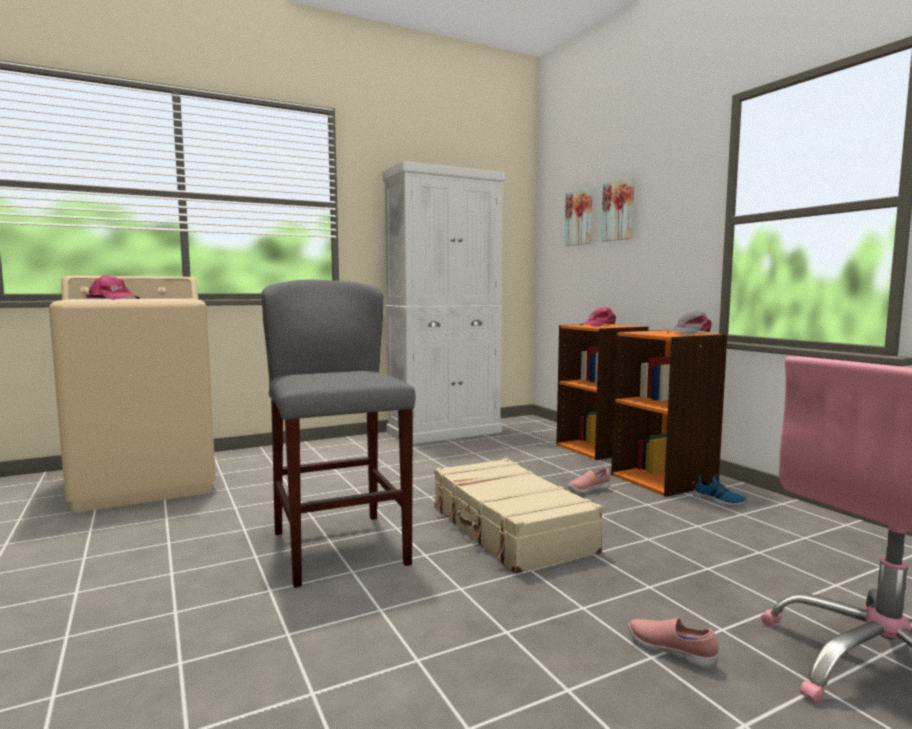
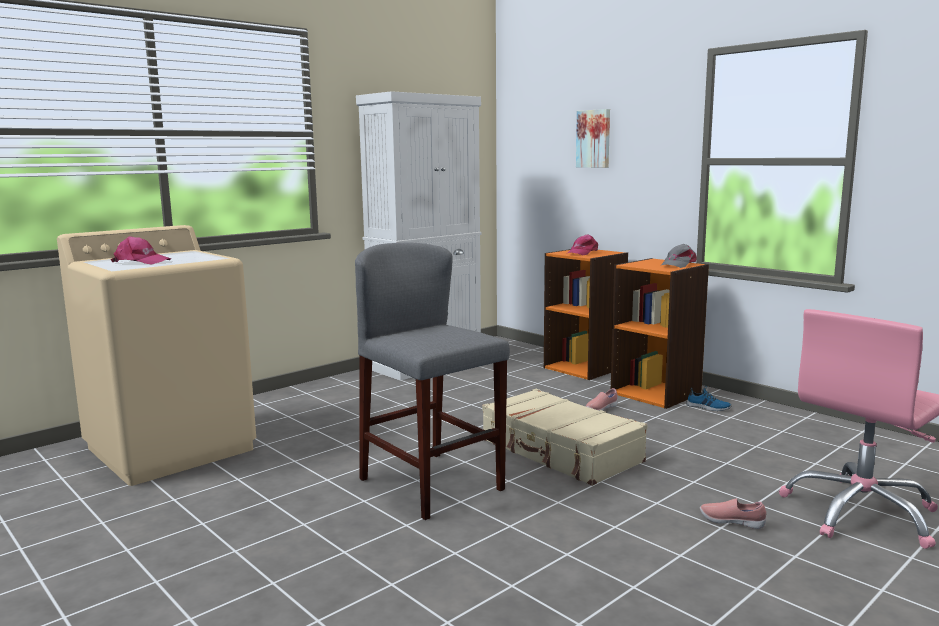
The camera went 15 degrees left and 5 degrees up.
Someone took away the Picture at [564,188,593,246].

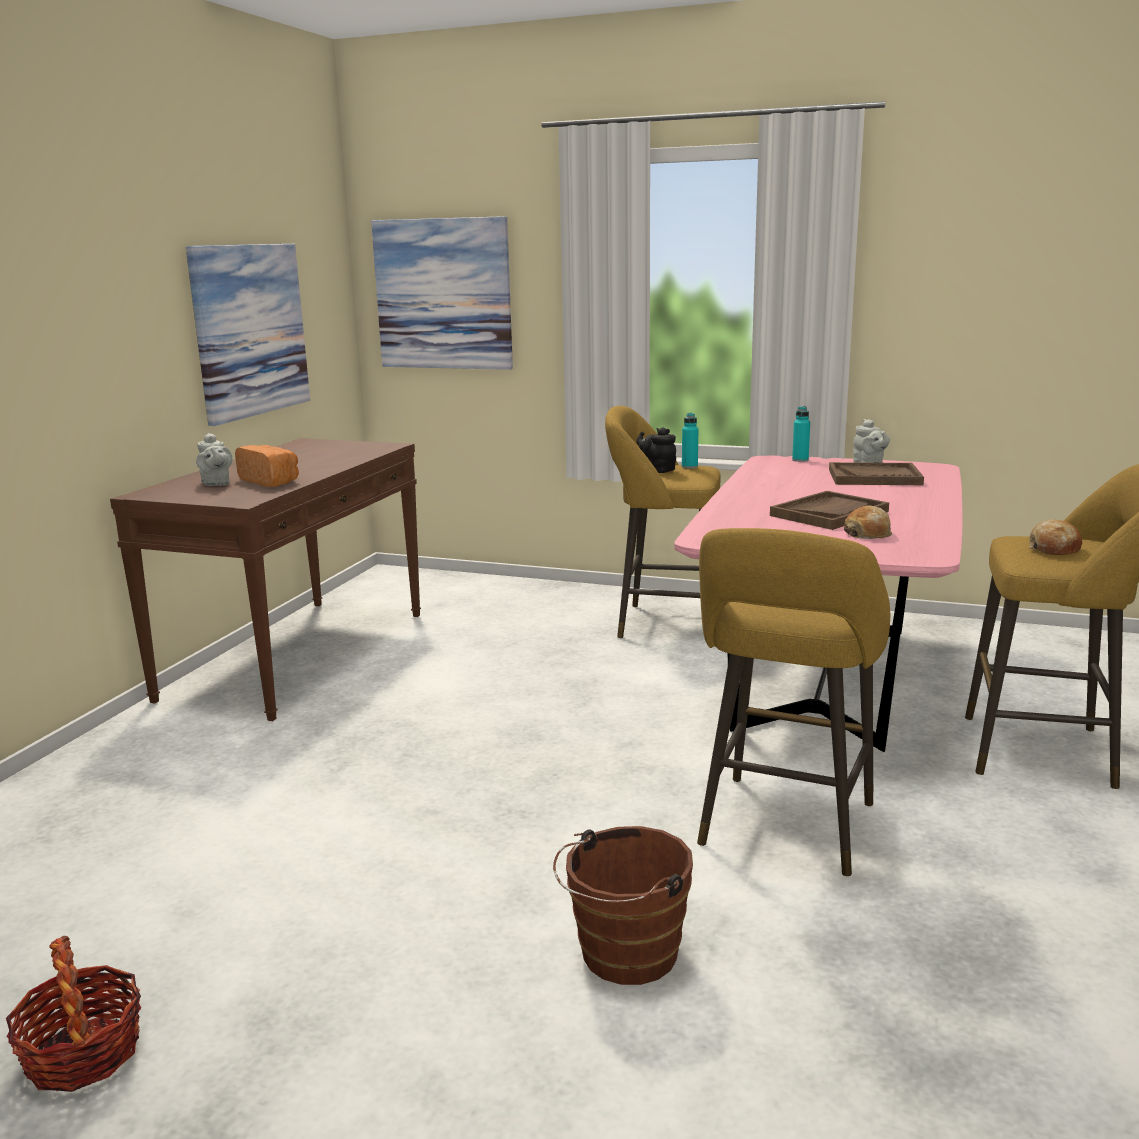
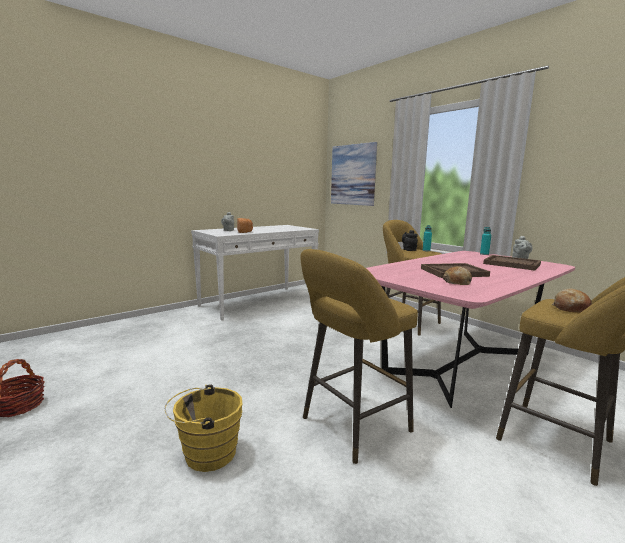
The camera went 30 degrees right and 5 degrees down.
Someone took away the Picture at [186,244,310,426].
Someone repainted the BrownConsoleTable at [110,438,421,721], which became the WhiteConsoleTable at [191,225,319,321].
Someone repainted the BrownBucket at [553,826,693,985], which became the YellowBucket at [165,385,243,472].

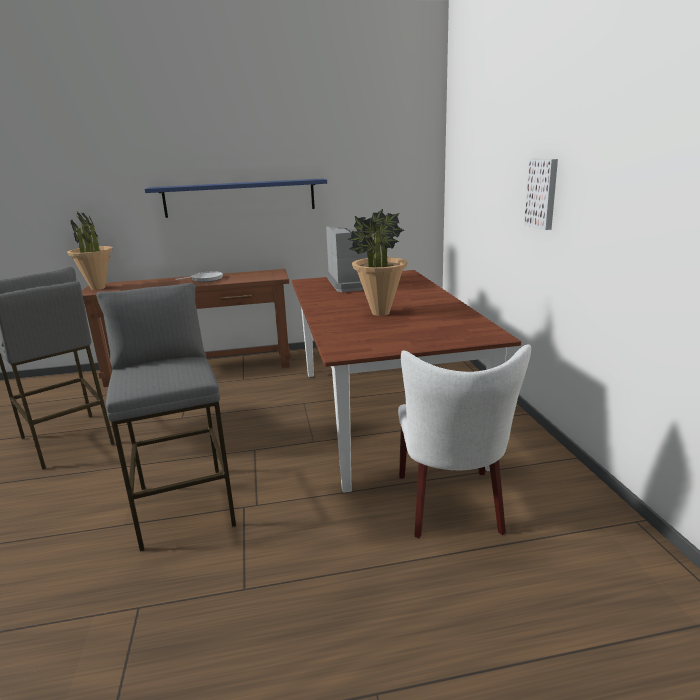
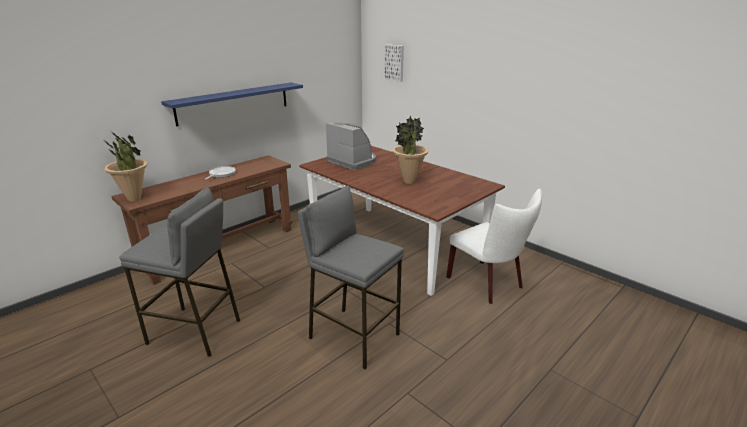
The camera went 35 degrees left and 5 degrees up.
Someone carried the Picture from [524,159,558,230] to [384,44,404,82].

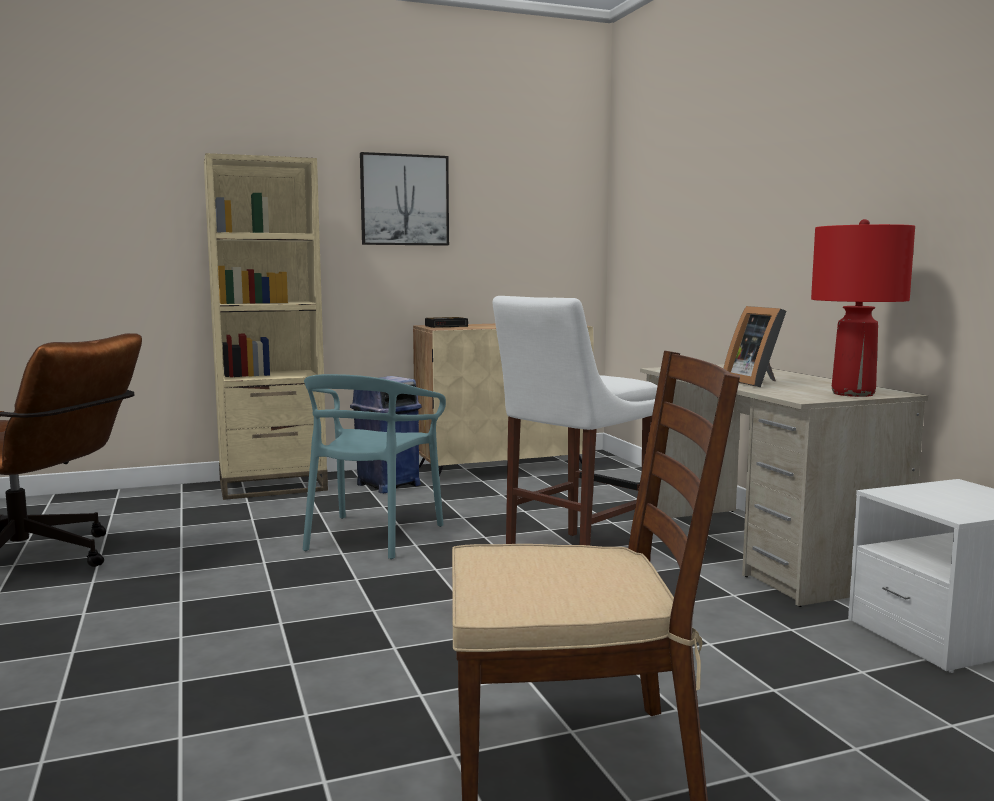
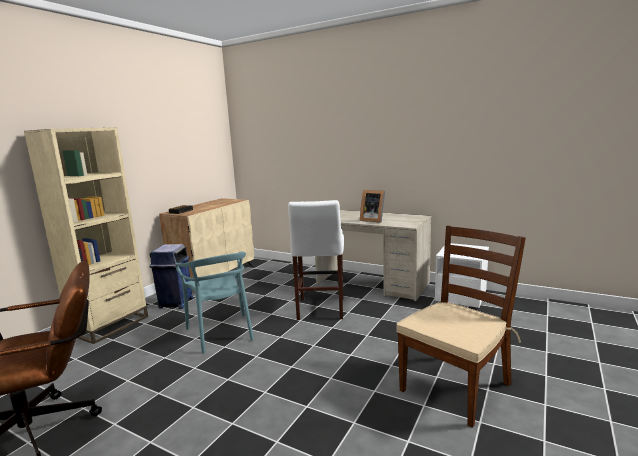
The camera went 40 degrees left and 5 degrees up.
Someone took away the Picture at [360,152,449,245].
Someone took away the RedTableLamp at [811,219,915,397].

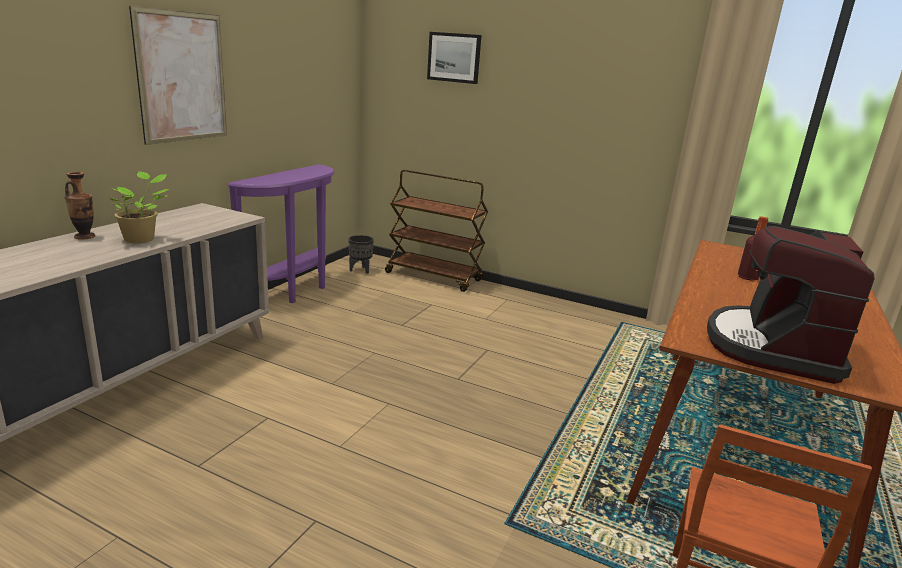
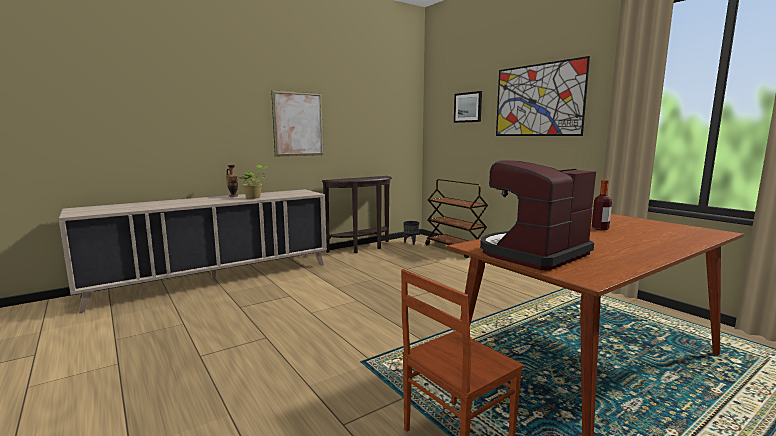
The camera went 30 degrees right and 10 degrees down.
Someone repainted the PurpleConsoleTable at [227,164,335,303], which became the BrownConsoleTable at [322,176,392,253].
Someone put up the Picture at [496,56,590,136].

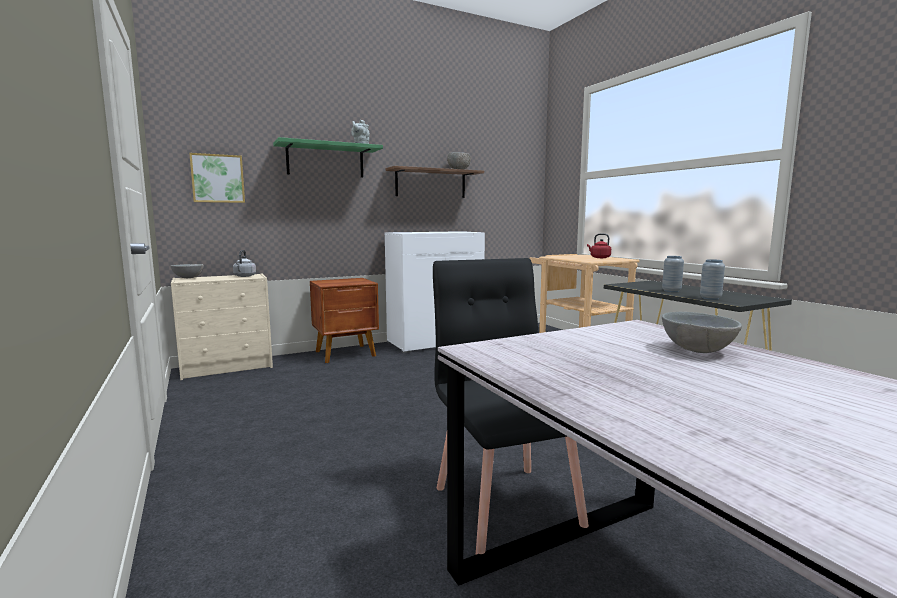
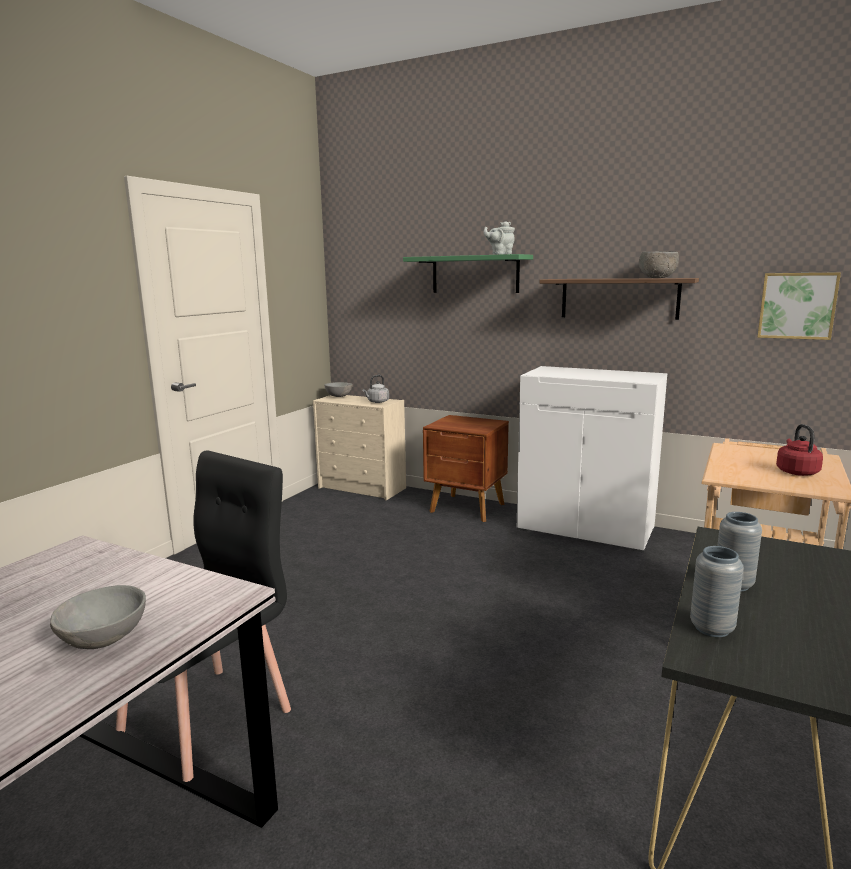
The camera went 55 degrees right and 5 degrees up.
Someone carried the Picture from [189,153,245,203] to [757,273,841,340].

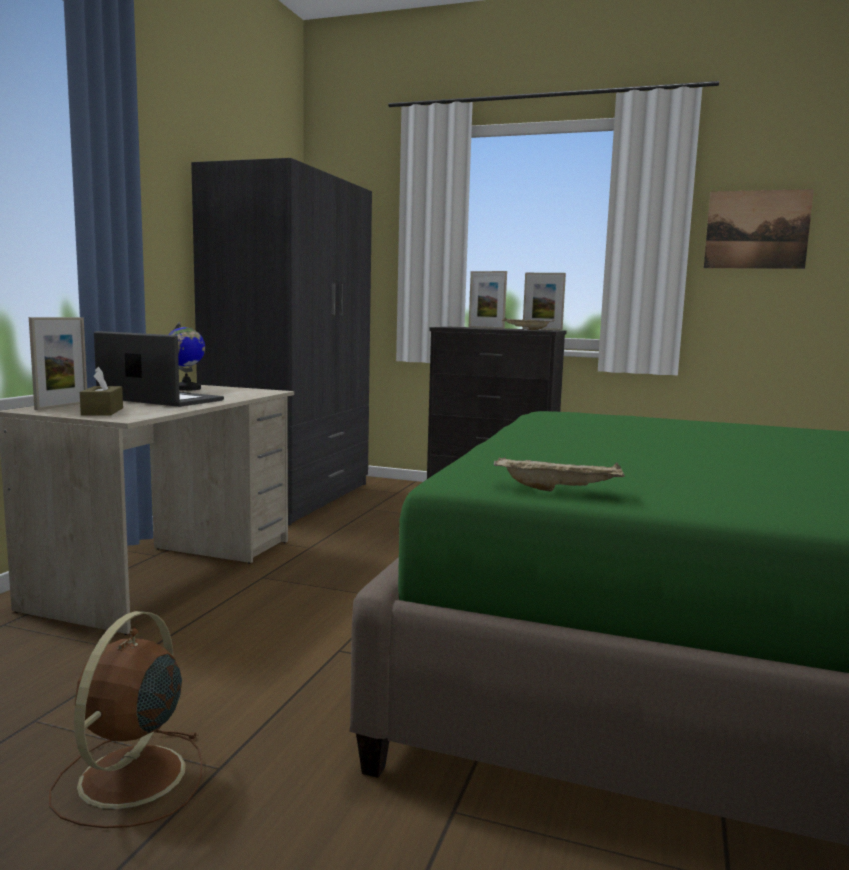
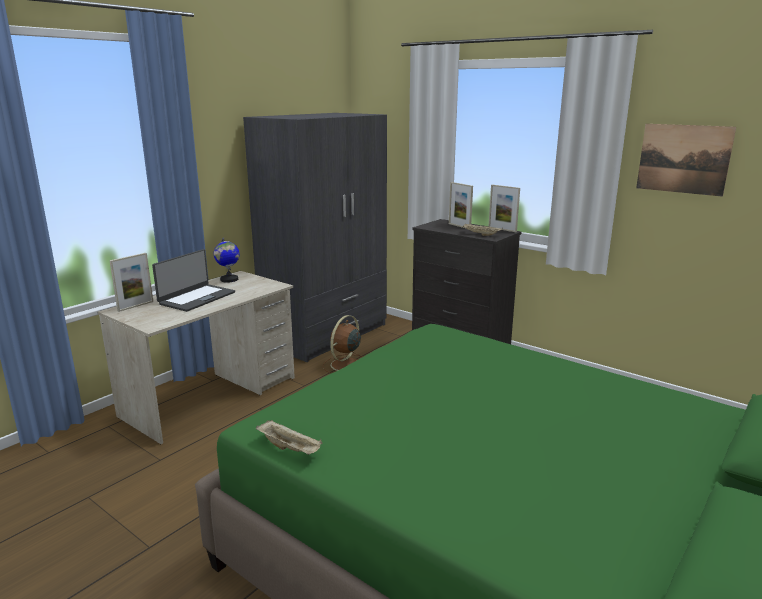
The camera went 20 degrees right and 10 degrees up.
Someone rotated the Laptop at [94,331,224,407] by 75 degrees clockwise.
Someone took away the BrownTissueBox at [80,367,123,416].
Someone carried the BrownFan from [49,611,202,828] to [323,315,363,373].

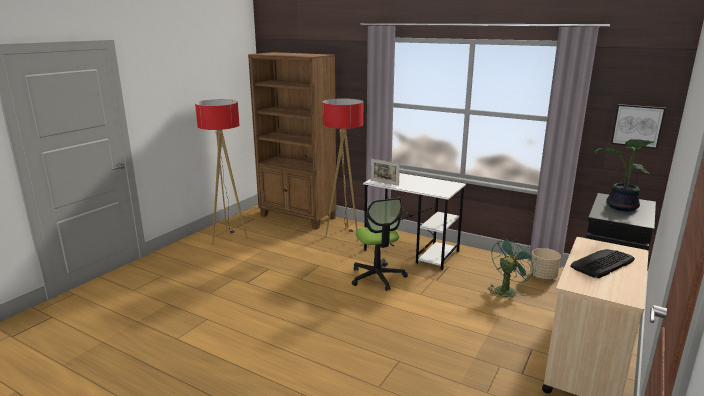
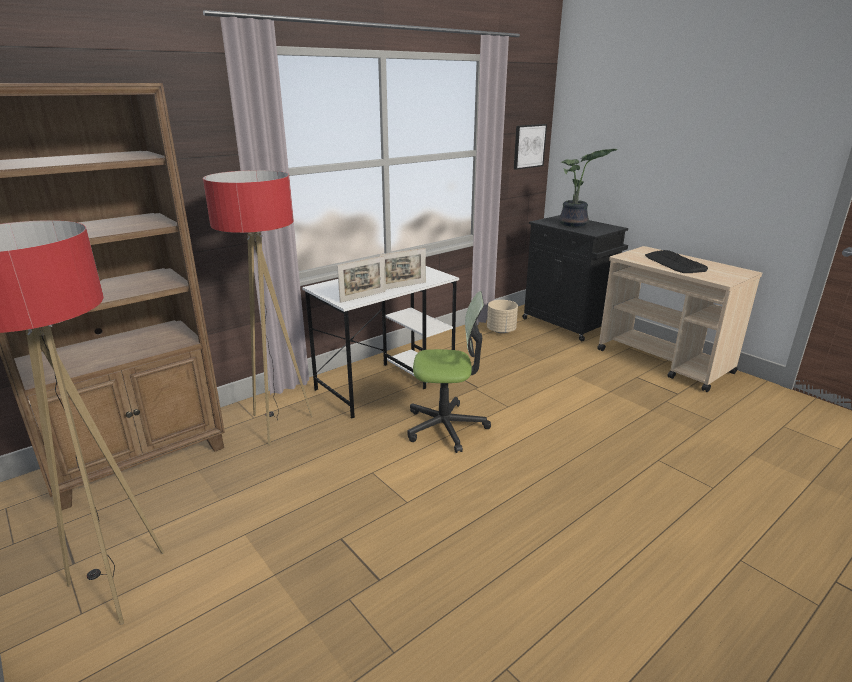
The camera went 70 degrees left and 5 degrees up.
Someone took away the GreenFan at [487,238,536,297].
Someone put down the PictureFrame at [379,248,426,290].

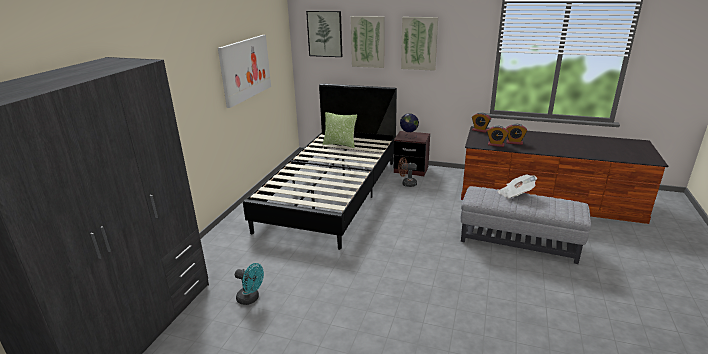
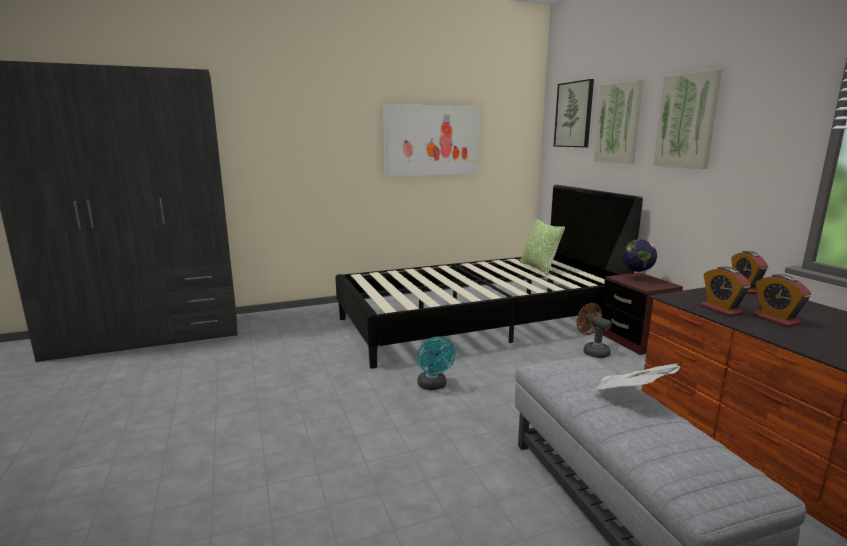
The camera went 50 degrees right and 10 degrees down.
Someone carried the TurquoiseFan from [235,263,264,305] to [417,336,456,390].

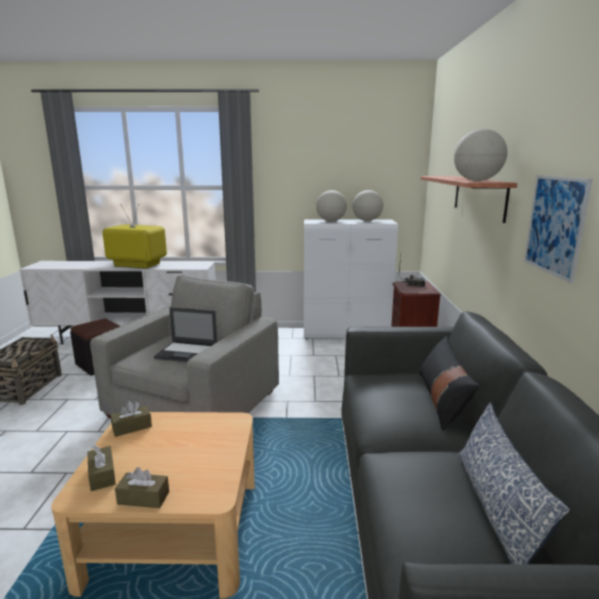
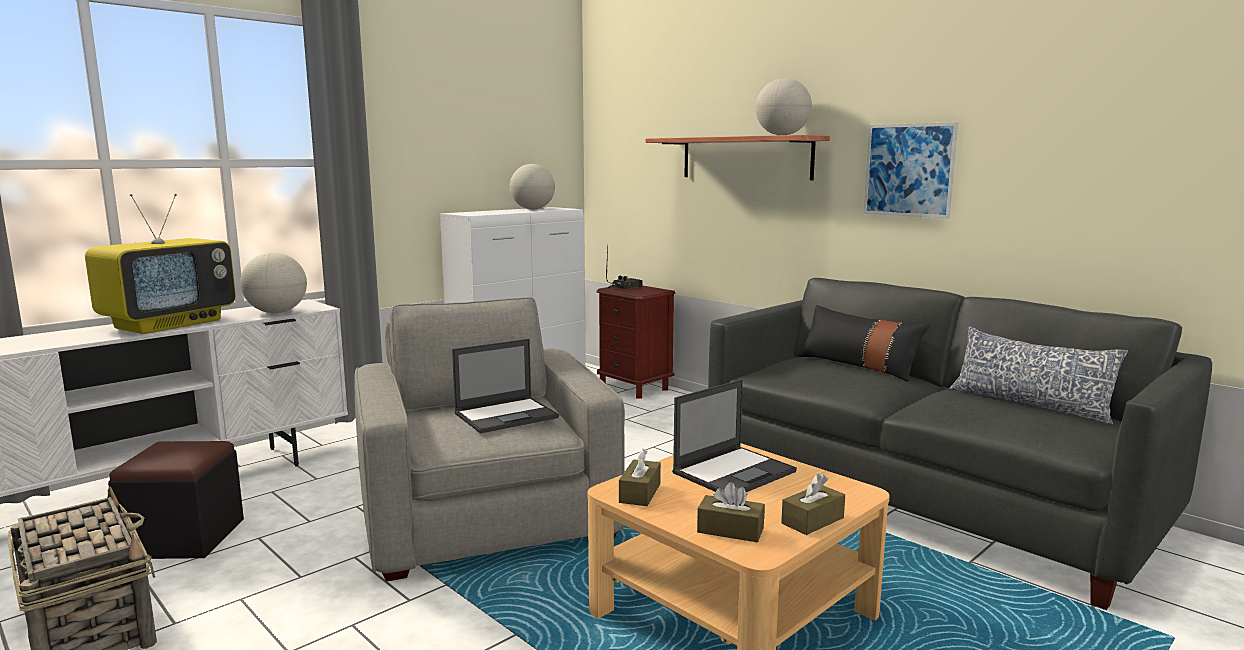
The camera went 45 degrees left and 5 degrees down.
Someone carried the Globe from [316,190,347,222] to [240,252,307,313].
Someone rotated the Television at [102,204,167,268] by 150 degrees clockwise.
Someone put down the Laptop at [672,379,797,492].

